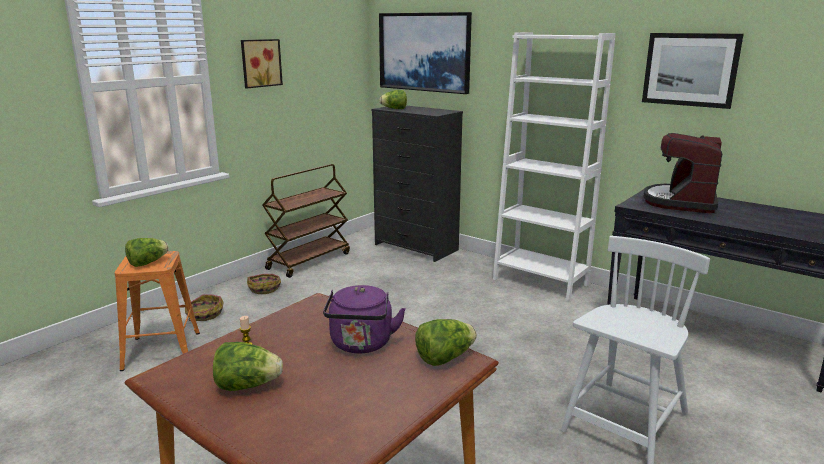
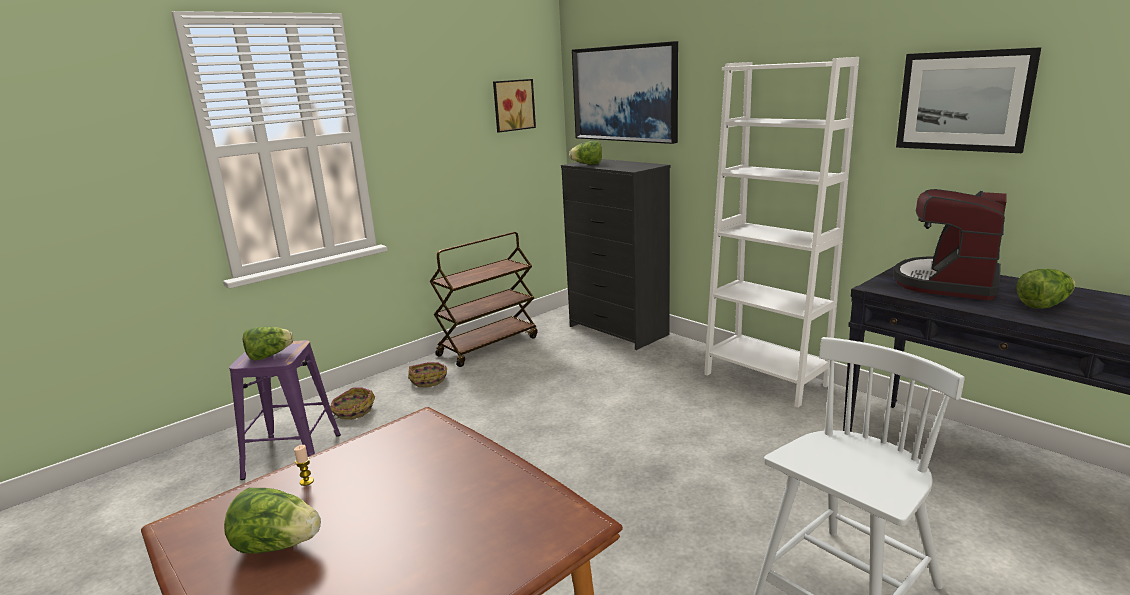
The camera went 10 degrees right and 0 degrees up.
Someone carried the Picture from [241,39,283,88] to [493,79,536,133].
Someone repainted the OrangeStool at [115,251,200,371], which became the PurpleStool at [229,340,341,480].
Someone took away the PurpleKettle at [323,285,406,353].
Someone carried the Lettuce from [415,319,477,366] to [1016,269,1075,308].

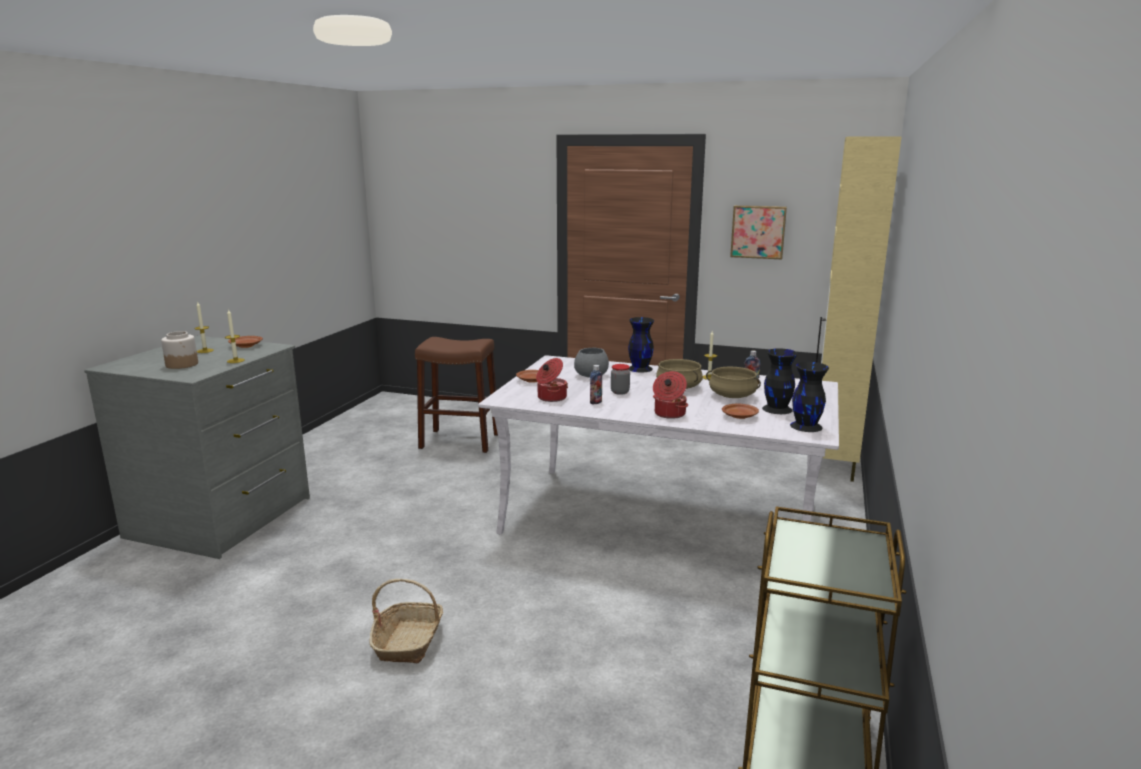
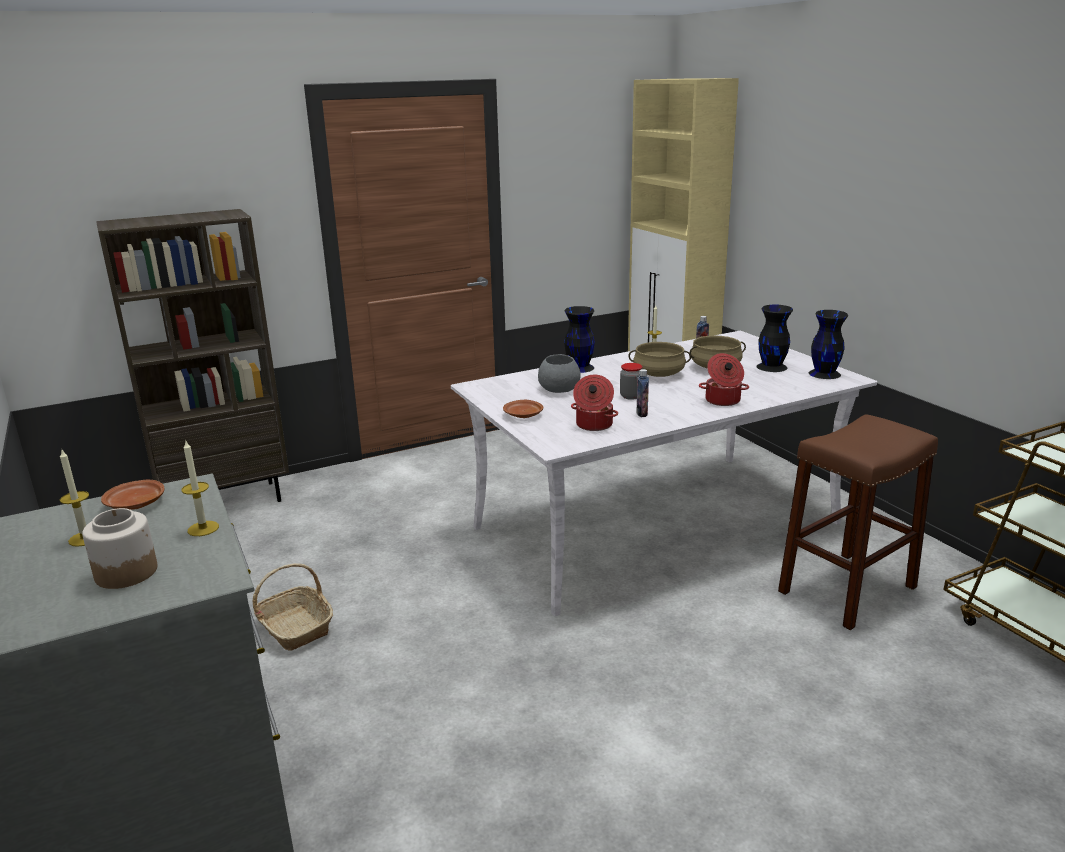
The camera went 45 degrees left and 5 degrees up.
Someone took away the Picture at [730,205,787,260].
Someone carried the BrownStool from [415,337,498,453] to [778,414,938,630].
Someone took away the BrownPlate at [722,403,759,419].
Someone carried the Basket from [369,579,443,663] to [252,563,333,651].
Someone put down the BrownBookcase at [96,209,289,502].

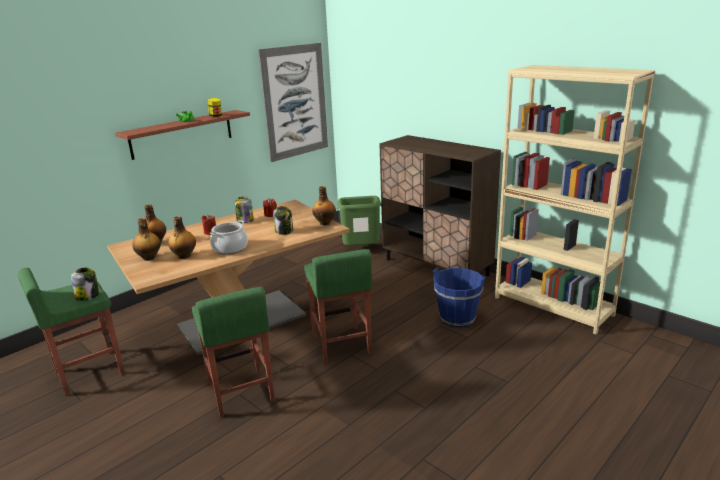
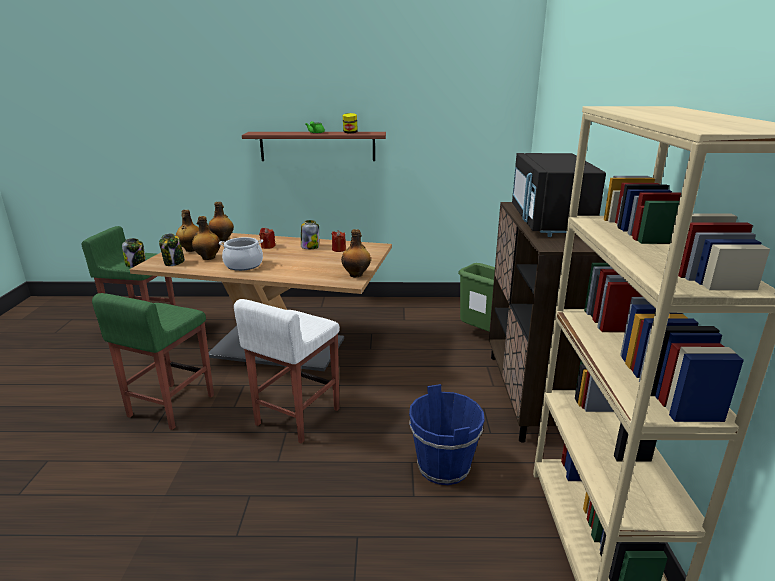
The camera went 45 degrees right and 0 degrees up.
Someone took away the Picture at [258,43,328,162].
Someone carried the Jar from [273,206,293,235] to [159,233,185,266].
Someone repainted the GreenStool at [304,249,372,364], which became the WhiteStool at [234,299,340,444].
Someone put down the BlackMicrowave at [512,153,606,237].

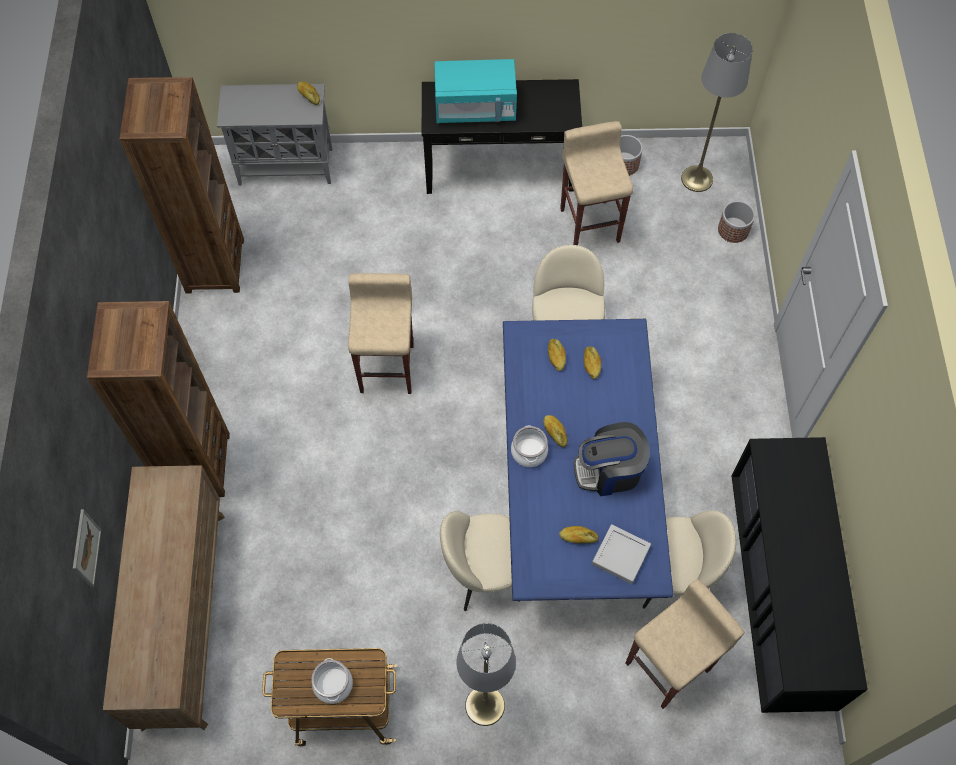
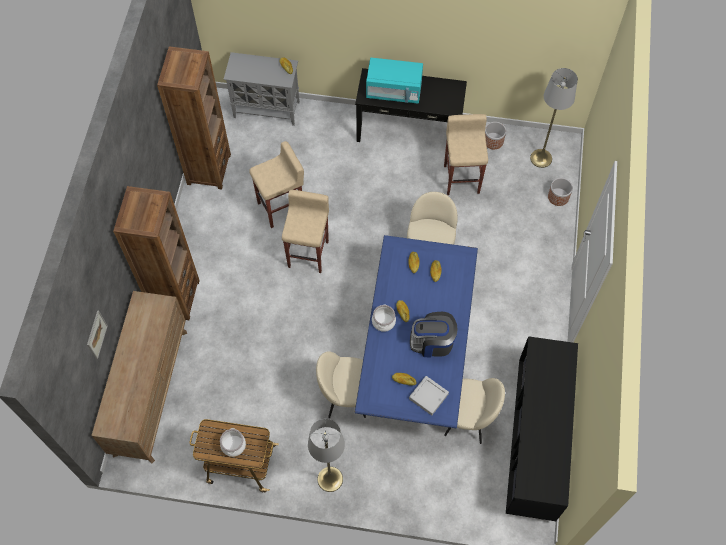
The camera went 10 degrees right and 0 degrees up.
Someone carried the BeigeStool from [626,579,745,709] to [249,141,304,228].

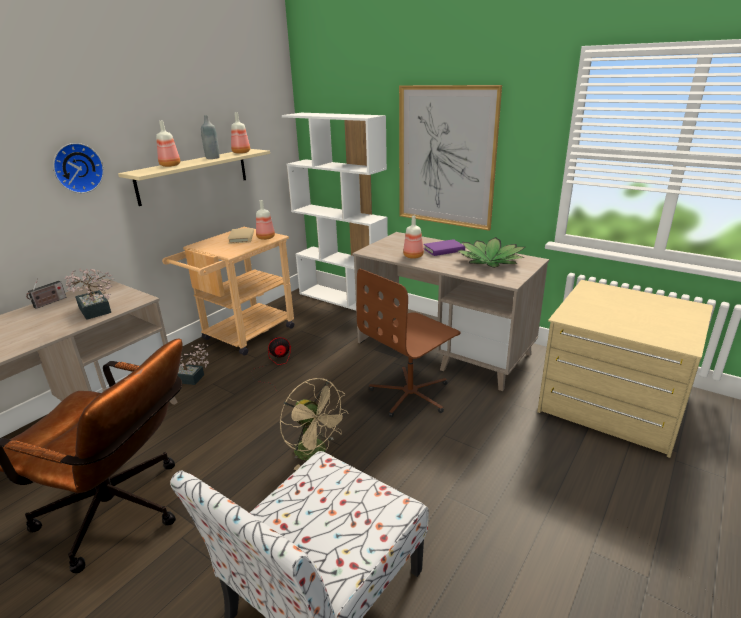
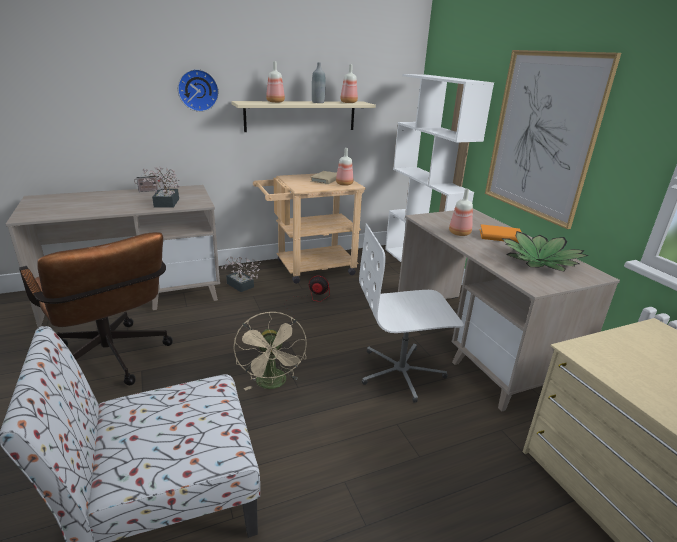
The camera went 30 degrees right and 0 degrees up.
Someone repainted the PurpleBook at [424,239,465,256], which became the OrangeBook at [480,224,521,243].
Someone repainted the BrownOfficeChair at [357,268,461,417], which became the WhiteOfficeChair at [359,224,464,403].

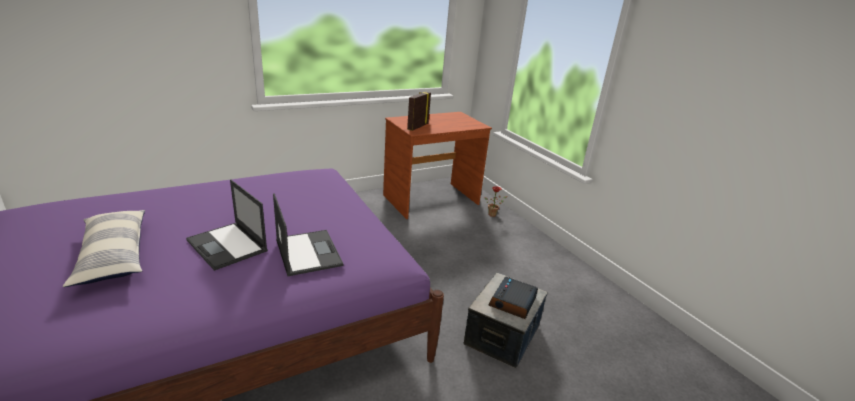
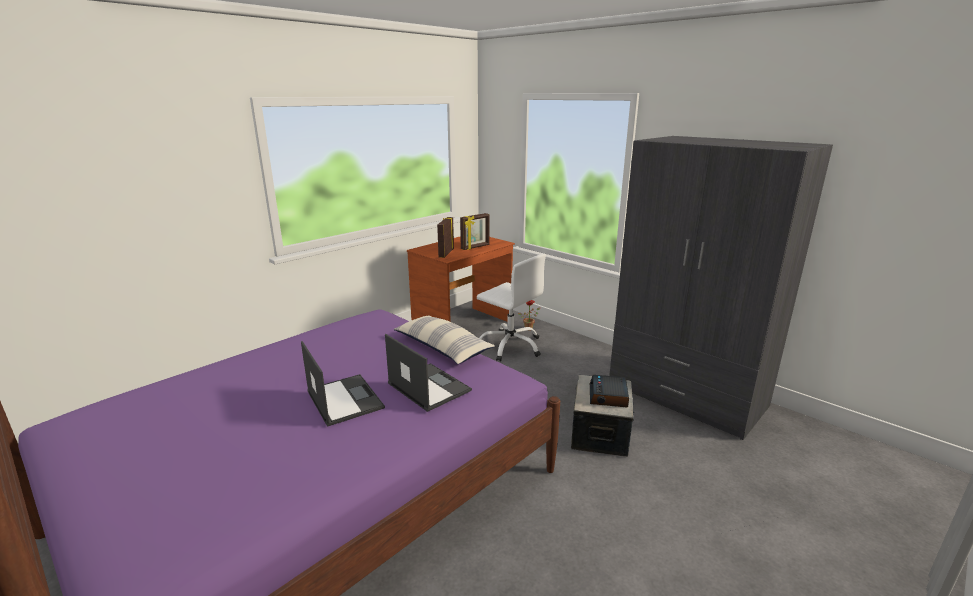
The camera went 15 degrees left and 5 degrees down.
Someone rotated the Laptop at [186,179,268,271] by 150 degrees counterclockwise.
Someone carried the Pillow from [63,210,145,287] to [394,315,495,364].
Someone put down the GreyWardrobe at [609,136,833,440].
Someone put down the PictureFrame at [460,213,490,250].
Someone put down the WhiteOfficeChair at [477,254,546,362].

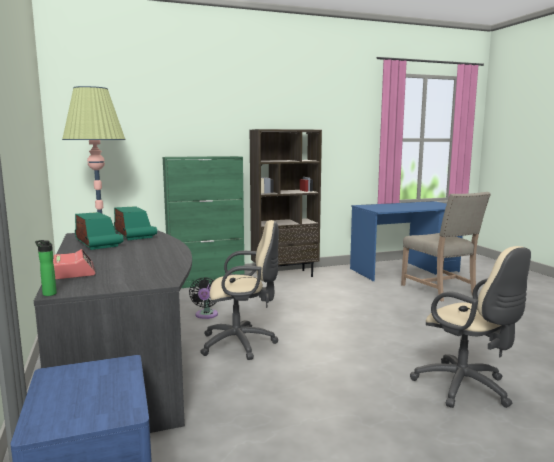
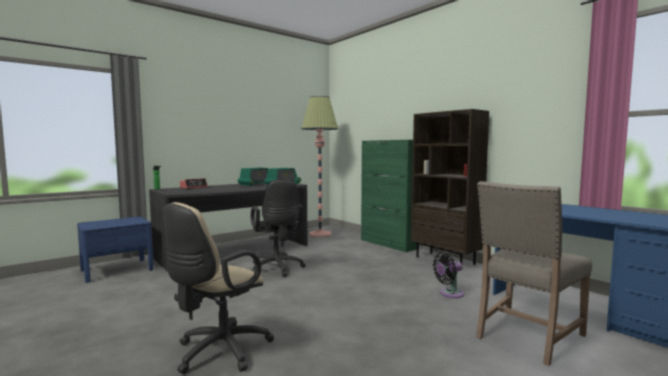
The camera went 70 degrees right and 5 degrees down.
Someone repainted the BeigeOfficeChair at [200,220,279,360], which became the BlackOfficeChair at [251,179,306,277].
Someone carried the BlackFan from [189,277,218,319] to [433,253,464,298].

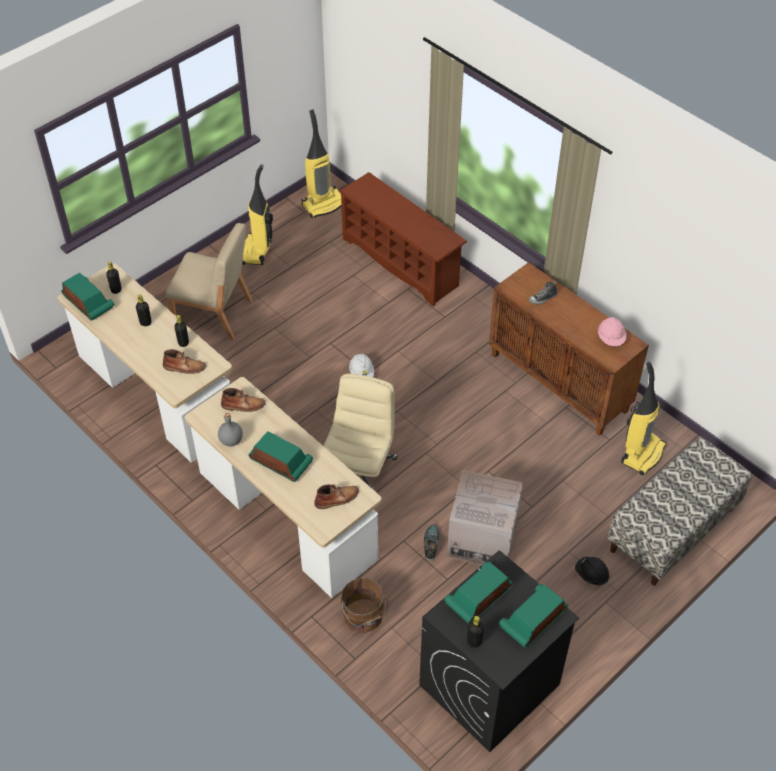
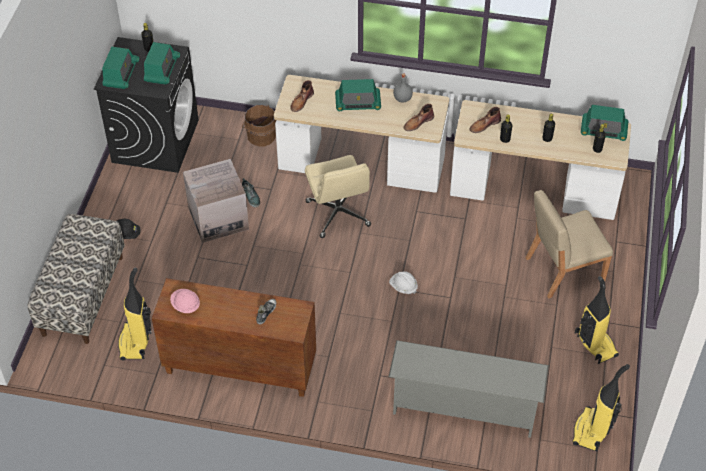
The camera went 145 degrees right and 0 degrees up.
Someone repainted the BrownShoeRack at [339,172,467,307], which became the GreyShoeRack at [389,340,549,438].

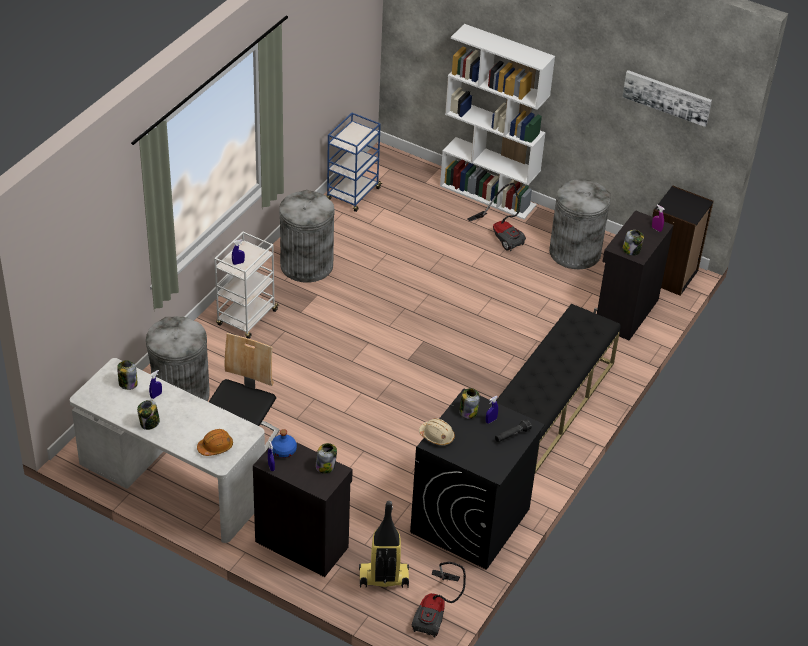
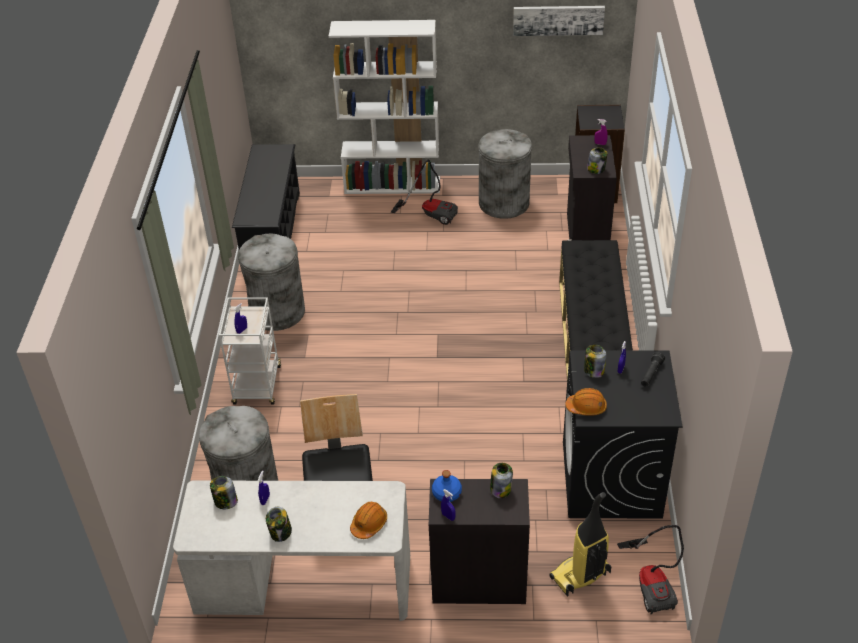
The camera went 25 degrees left and 0 degrees up.
Someone swapped the BlueCart at [326,113,382,212] for the BlackShoeRack at [232,144,300,249].
Someone repainted the BeigeHardHat at [419,418,455,445], which became the OrangeHardHat at [565,388,607,416].

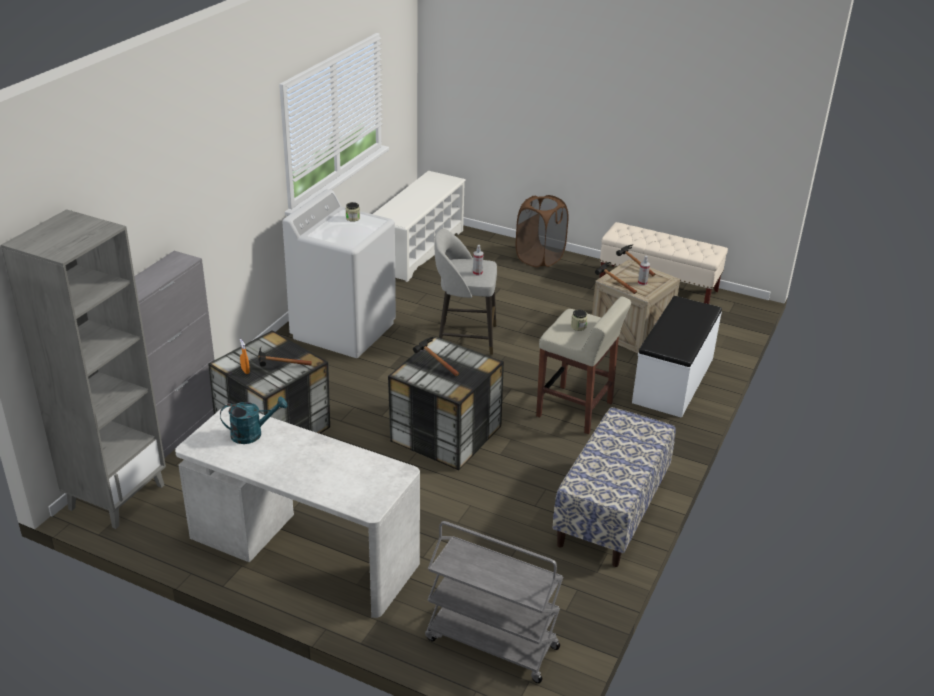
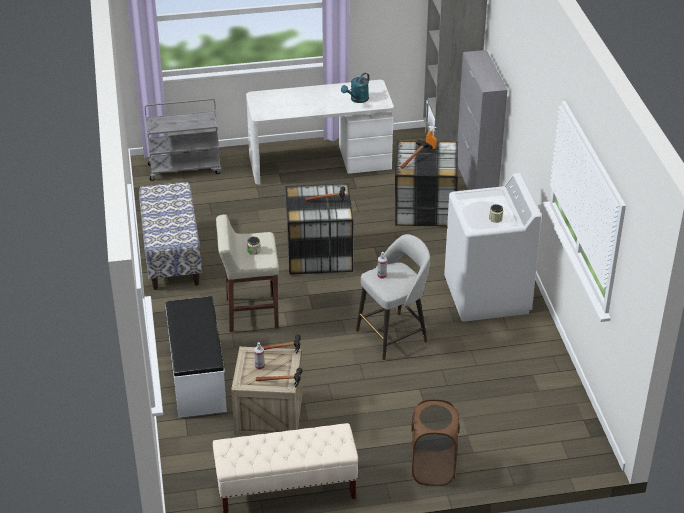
The camera went 145 degrees right and 5 degrees up.
Someone took away the WhiteShoeRack at [373,171,466,282].

